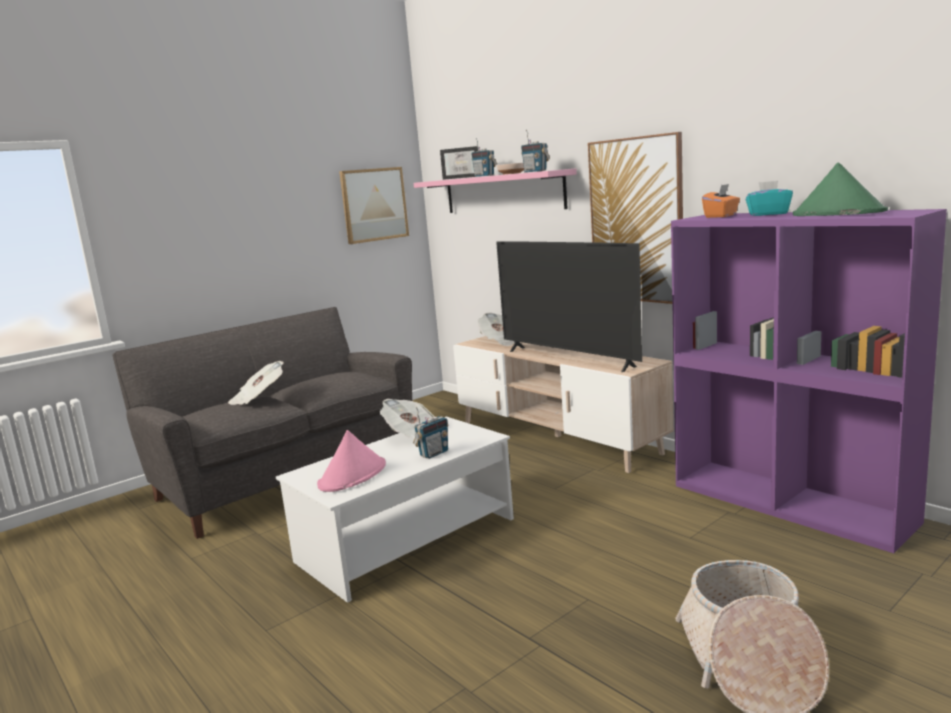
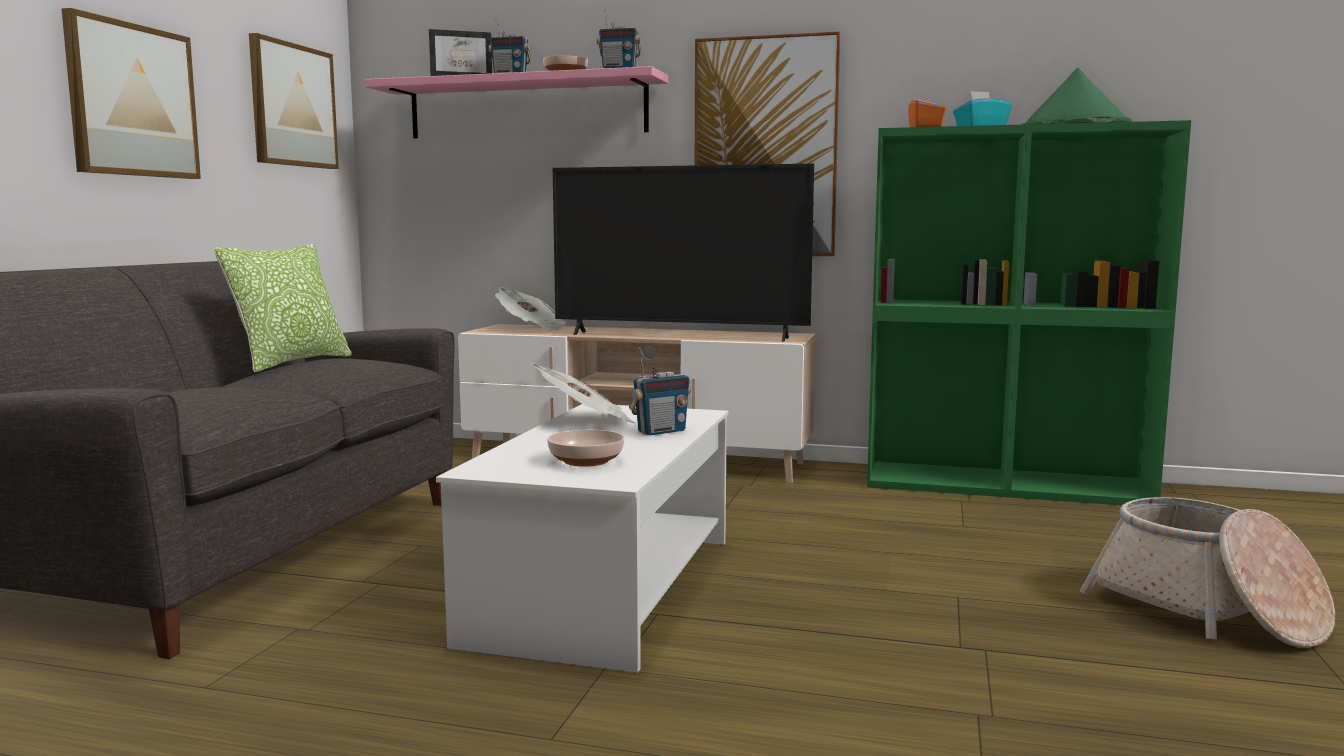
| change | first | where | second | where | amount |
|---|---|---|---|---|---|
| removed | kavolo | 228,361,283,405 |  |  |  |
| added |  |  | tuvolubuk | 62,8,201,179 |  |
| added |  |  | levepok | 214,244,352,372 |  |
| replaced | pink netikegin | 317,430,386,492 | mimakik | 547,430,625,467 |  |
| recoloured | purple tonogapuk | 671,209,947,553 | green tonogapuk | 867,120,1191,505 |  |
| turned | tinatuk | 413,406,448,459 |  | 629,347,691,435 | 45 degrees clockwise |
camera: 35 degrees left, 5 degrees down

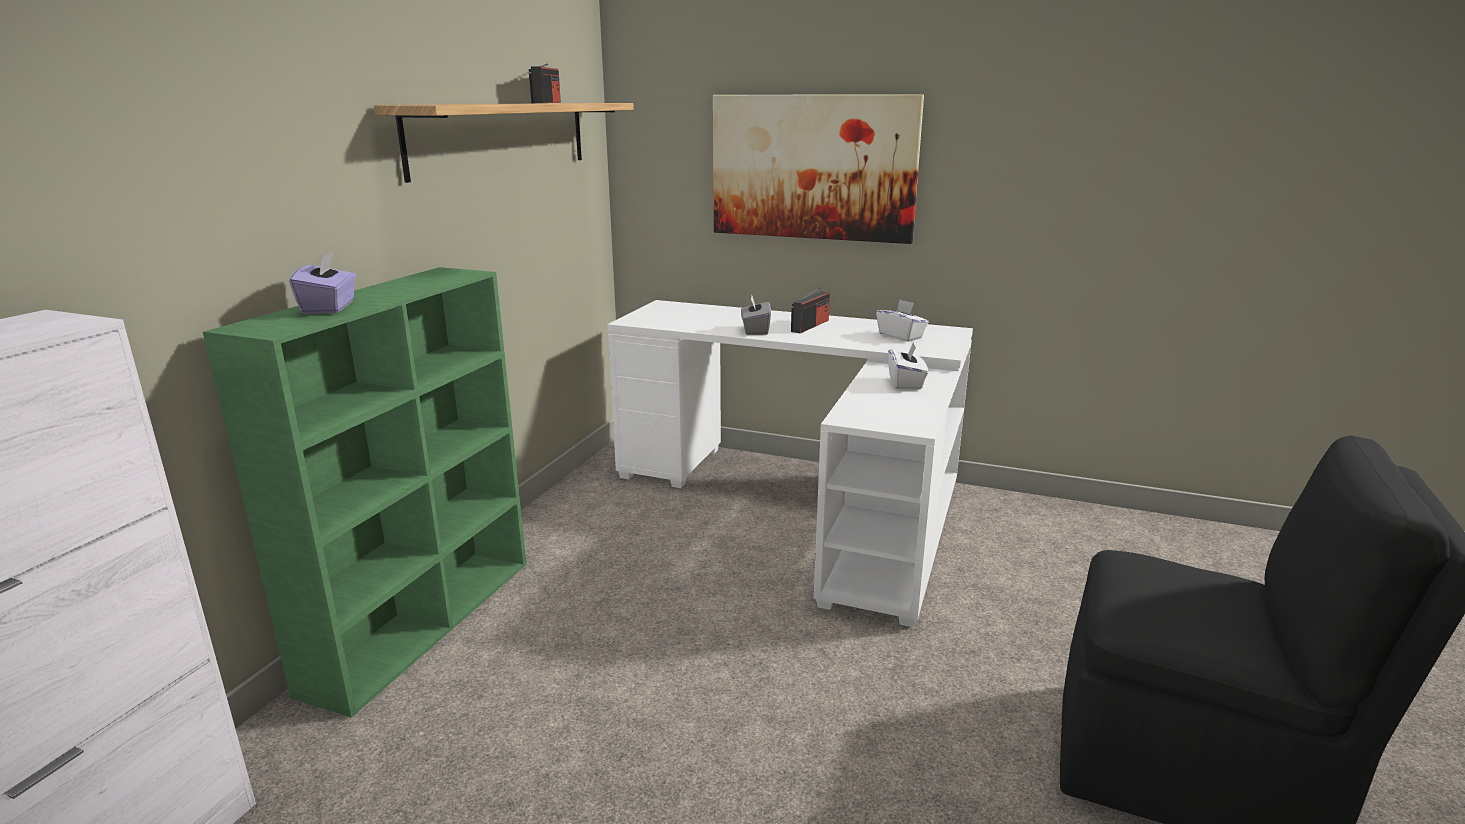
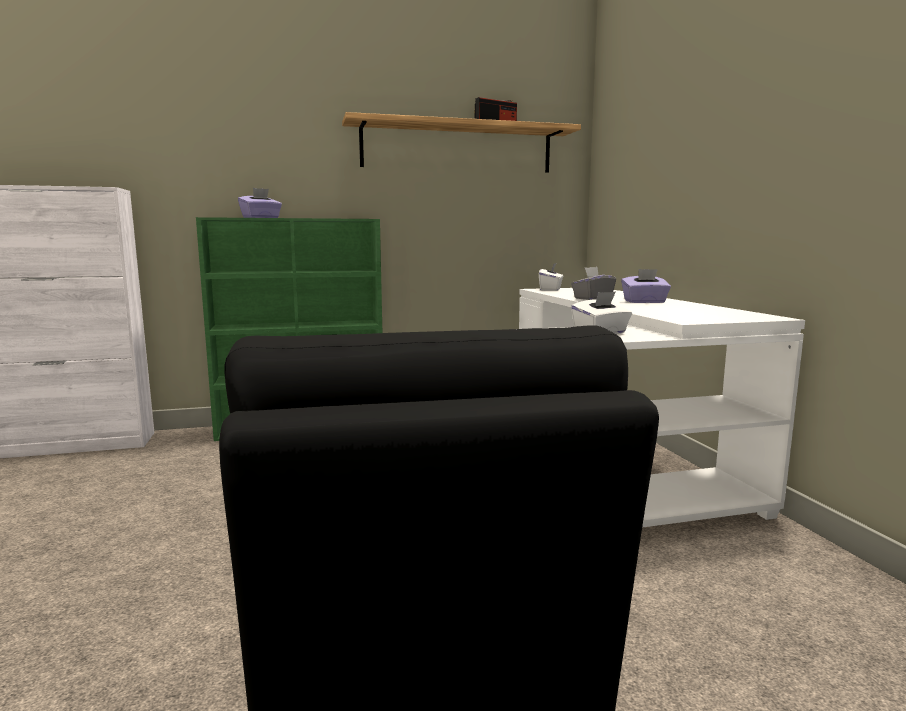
| change | first | where | second | where | amount |
|---|---|---|---|---|---|
| removed | tuvolubuk | 713,94,924,244 |  |  |  |
| moved | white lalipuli | 876,300,928,342 |  | 539,263,564,291 |  |
| replaced | tinatuk | 791,287,830,334 | purple lalipuli | 621,269,671,303 |  |
camera: 55 degrees right, 10 degrees down

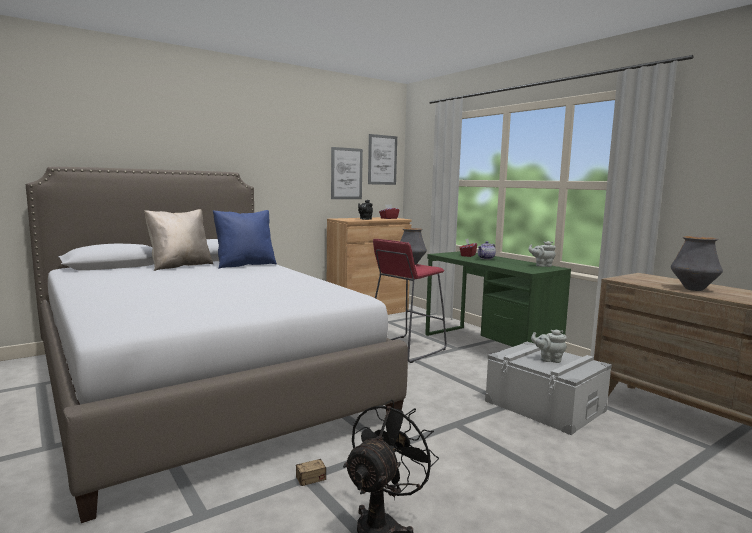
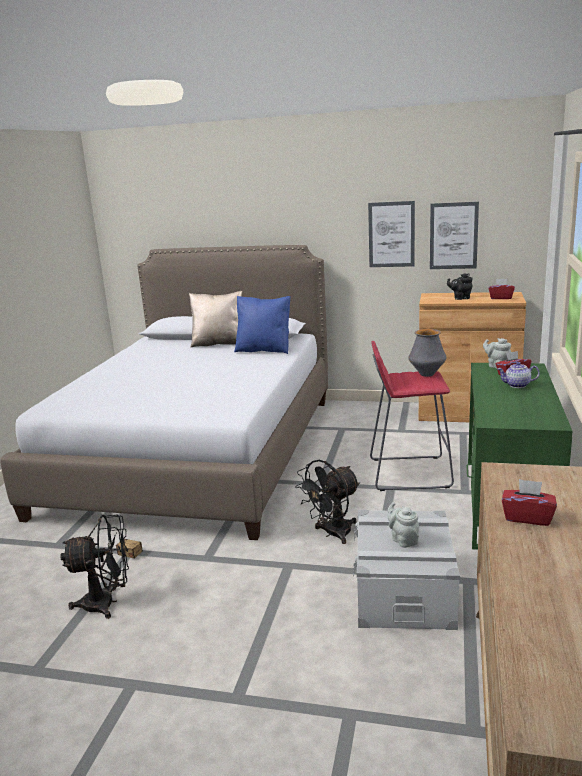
| change | first | where | second | where | amount |
|---|---|---|---|---|---|
| added |  |  | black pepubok | 295,460,360,544 |  |
| moved | tuvolubuk | 368,134,397,185 |  | 368,201,415,267 |  |
| moved | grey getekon | 528,241,556,267 |  | 483,338,511,368 |  |
| replaced | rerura | 671,236,723,291 | red lalipuli | 502,479,557,526 |  |
camera: 50 degrees right, 10 degrees up

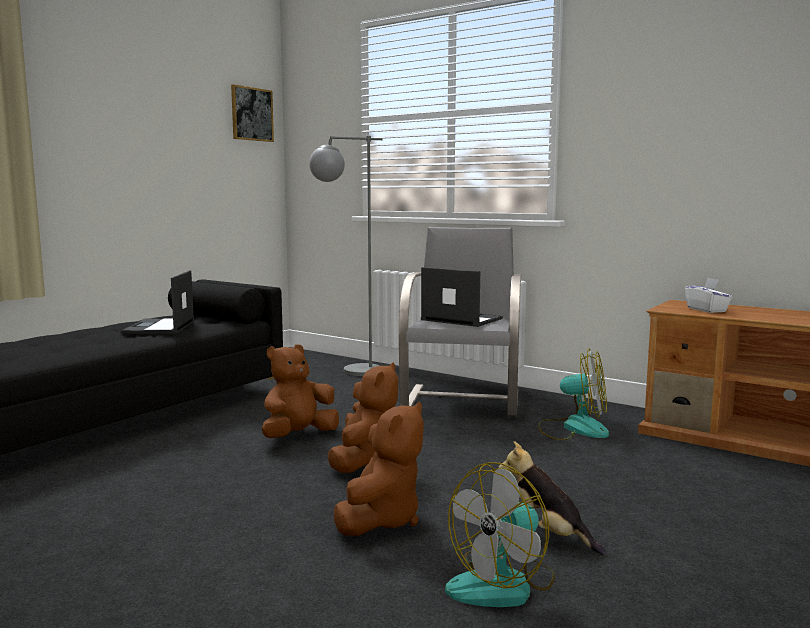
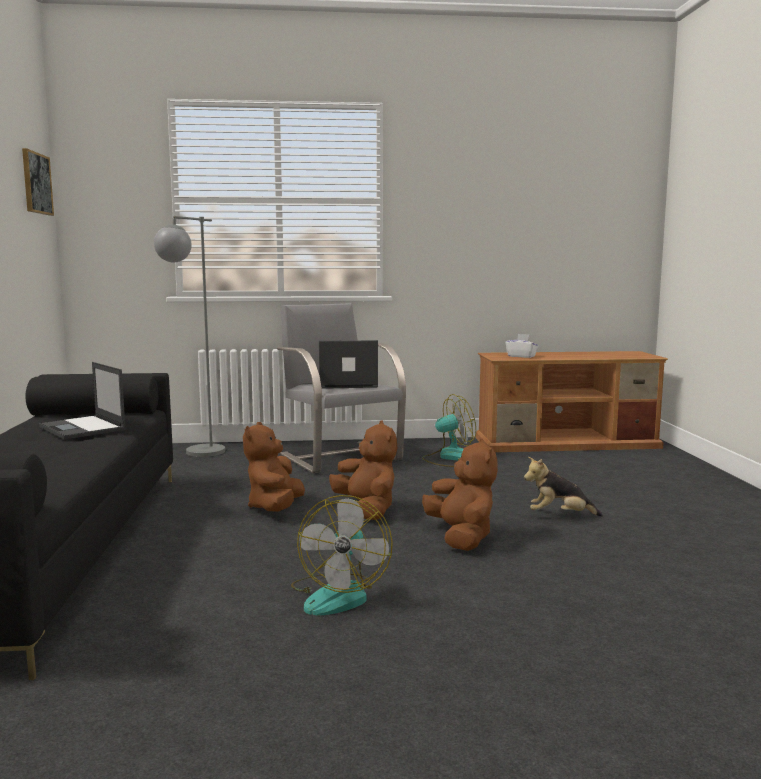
| change | first | where | second | where | amount |
|---|---|---|---|---|---|
| moved | pepubok | 445,462,555,607 |  | 291,495,393,615 |  |
camera: 40 degrees left, 0 degrees up

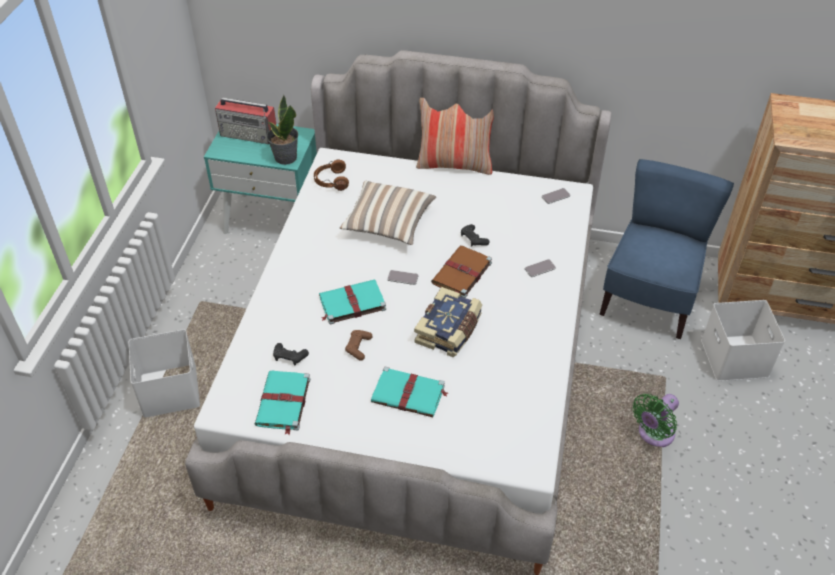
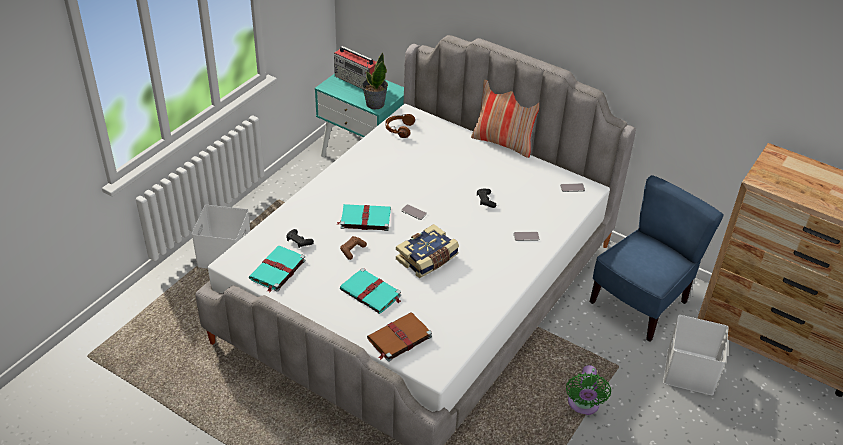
| change | first | where | second | where | amount |
|---|---|---|---|---|---|
| removed | levepok | 340,181,436,245 |  |  |  |
| moved | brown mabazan | 431,246,492,298 |  | 367,312,432,362 |  |
| turned | green pepubok | 632,394,679,447 |  | 566,365,611,415 | 60 degrees counterclockwise |
camera: 20 degrees right, 5 degrees down

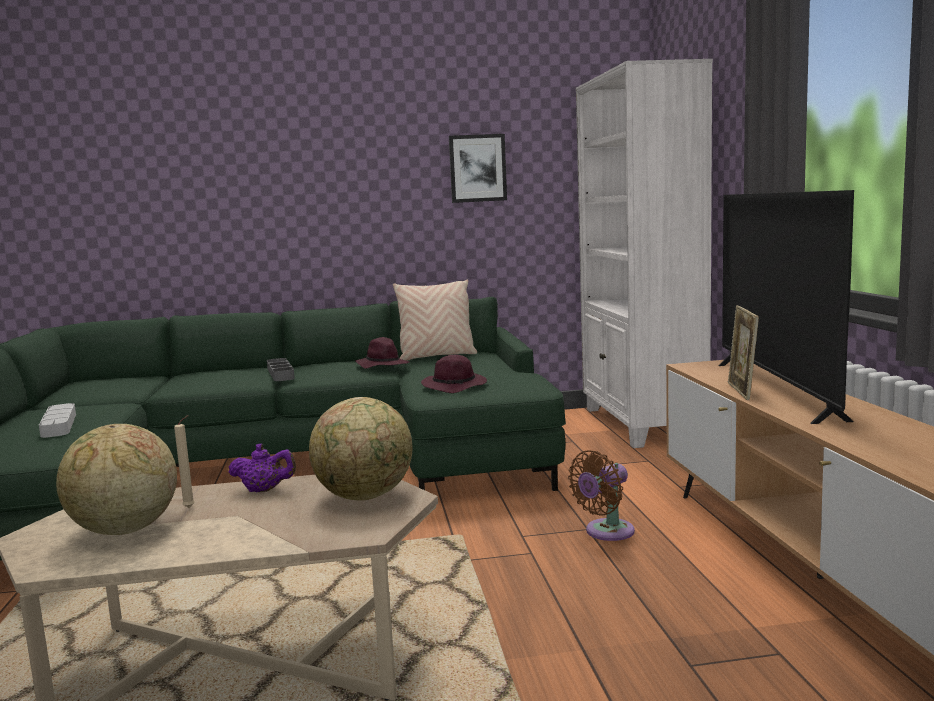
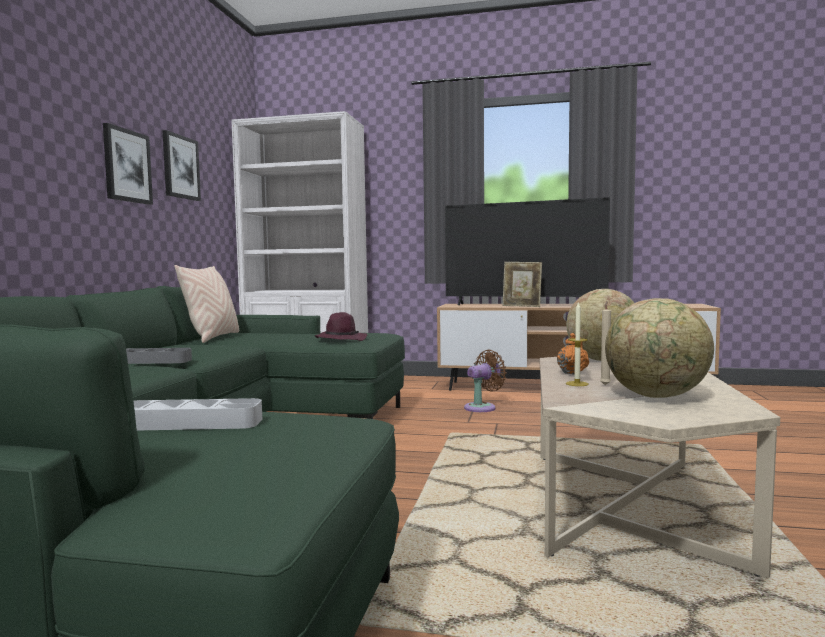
| change | first | where | second | where | amount |
|---|---|---|---|---|---|
| removed | purple netikegin | 355,337,410,369 |  |  |  |
| added |  |  | tuvolubuk | 103,123,153,205 |  |
| added |  |  | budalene | 566,303,589,386 |  |
| recoloured | purple getekon | 229,444,296,493 | orange getekon | 557,333,589,374 |  |
| turned | brown pepubok | 568,450,635,541 |  | 464,350,507,412 | 105 degrees counterclockwise |
camera: 70 degrees left, 5 degrees down

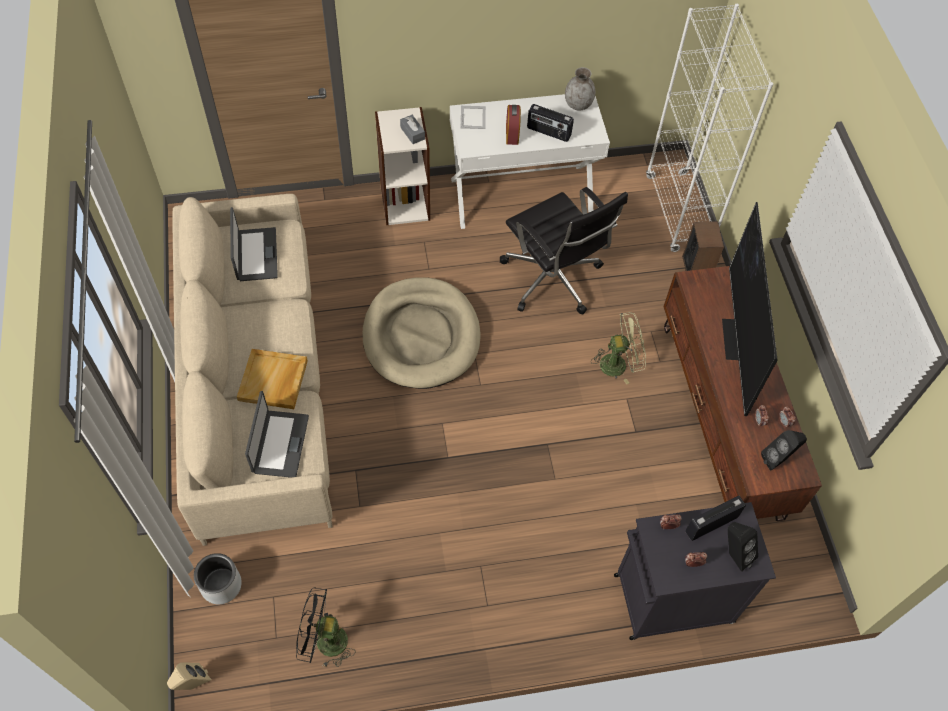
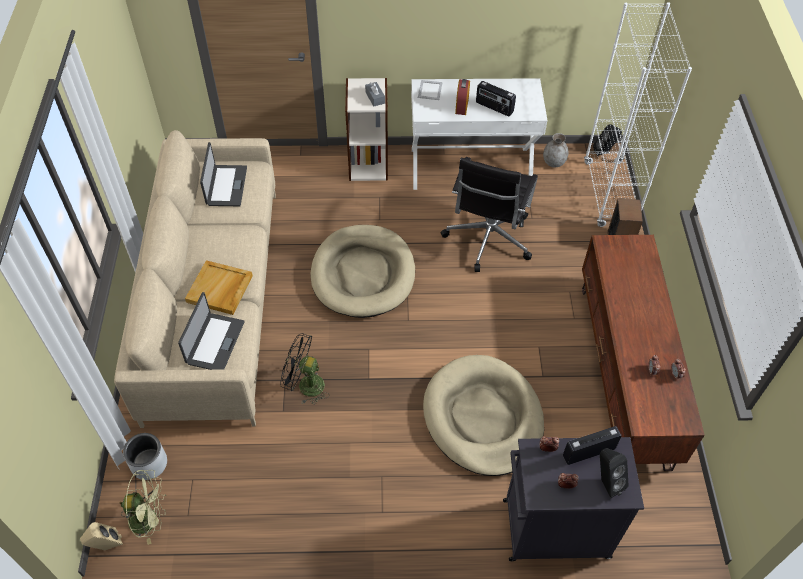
| change | first | where | second | where | amount |
|---|---|---|---|---|---|
| removed | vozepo | 722,202,778,416 |  |  |  |
| added |  |  | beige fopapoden | 423,355,544,476 |  |
| moved | black pepubok | 296,588,356,668 |  | 280,333,329,405 |  |
| moved | grey rerura | 565,67,596,110 |  | 543,133,568,167 |  |
| moved | green pepubok | 591,312,646,384 |  | 120,470,166,545 |  |
| moved | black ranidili | 761,430,807,470 |  | 593,124,622,156 |  |
| turned | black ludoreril | 500,187,628,314 |  | 441,157,538,272 | 45 degrees clockwise |
camera: 10 degrees right, 5 degrees down

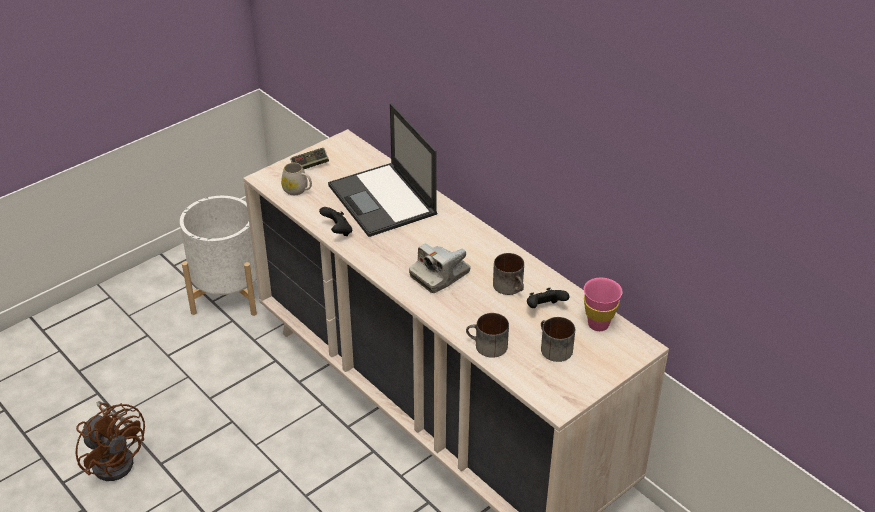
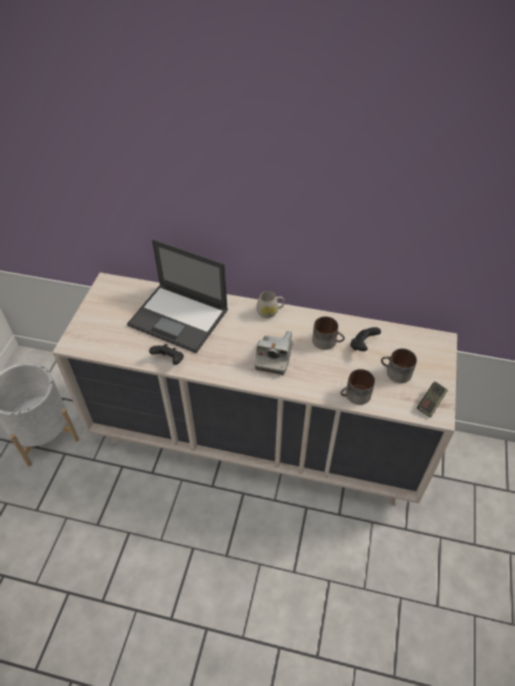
| change | first | where | second | where | amount |
|---|---|---|---|---|---|
| removed | brown pepubok | 76,401,145,481 |  |  |  |
| removed | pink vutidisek | 584,278,622,331 |  |  |  |
| moved | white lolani | 281,163,312,195 |  | 256,291,285,318 |  |
| moved | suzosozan | 290,148,329,169 |  | 417,381,448,417 |  |
camera: 35 degrees left, 10 degrees up

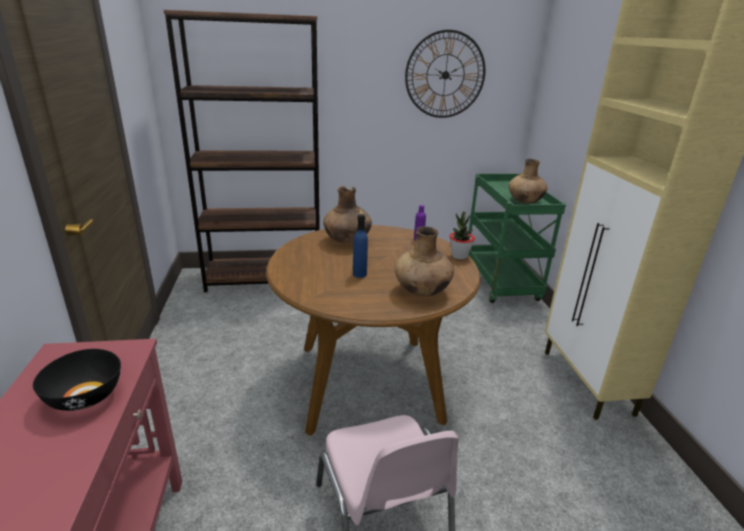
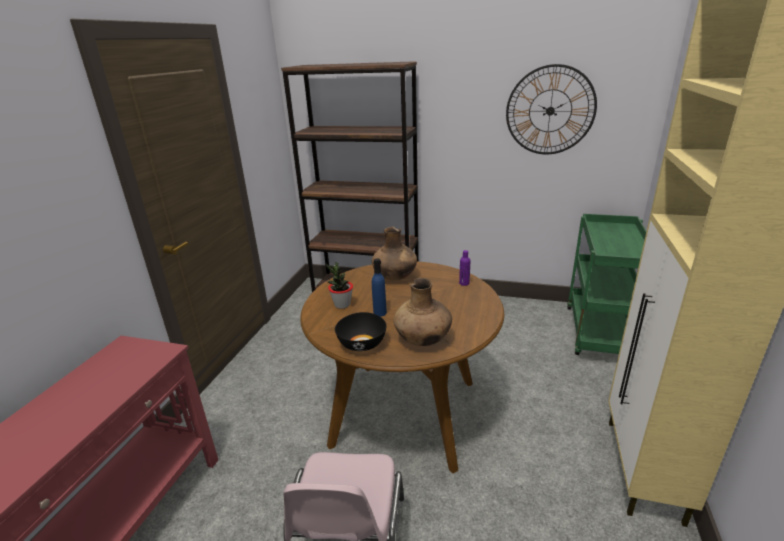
| change | first | where | second | where | amount |
|---|---|---|---|---|---|
| removed | brown rerura | 509,159,548,204 |  |  |  |
| moved | black mimakik | 33,349,121,411 |  | 335,312,387,351 |  |
| moved | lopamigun | 449,212,475,260 |  | 326,263,353,309 |  |
camera: 25 degrees right, 0 degrees up

